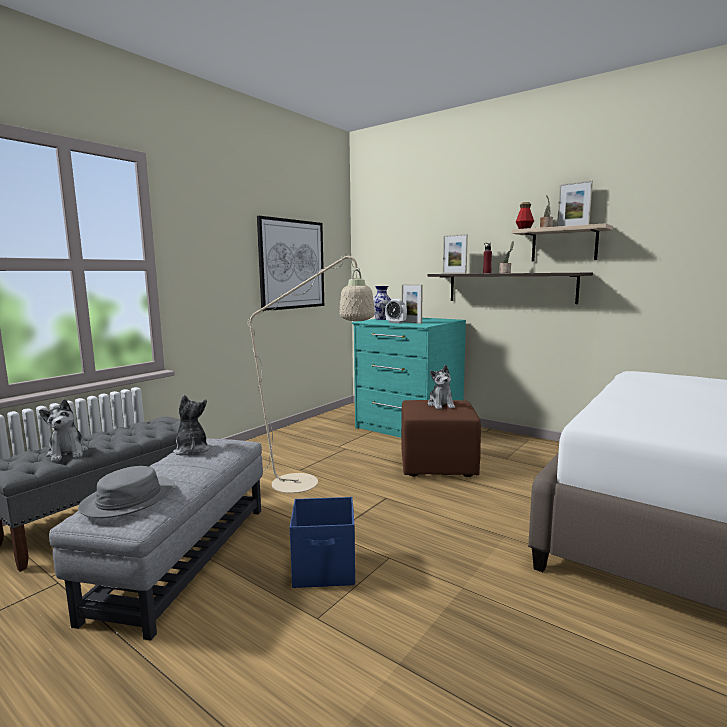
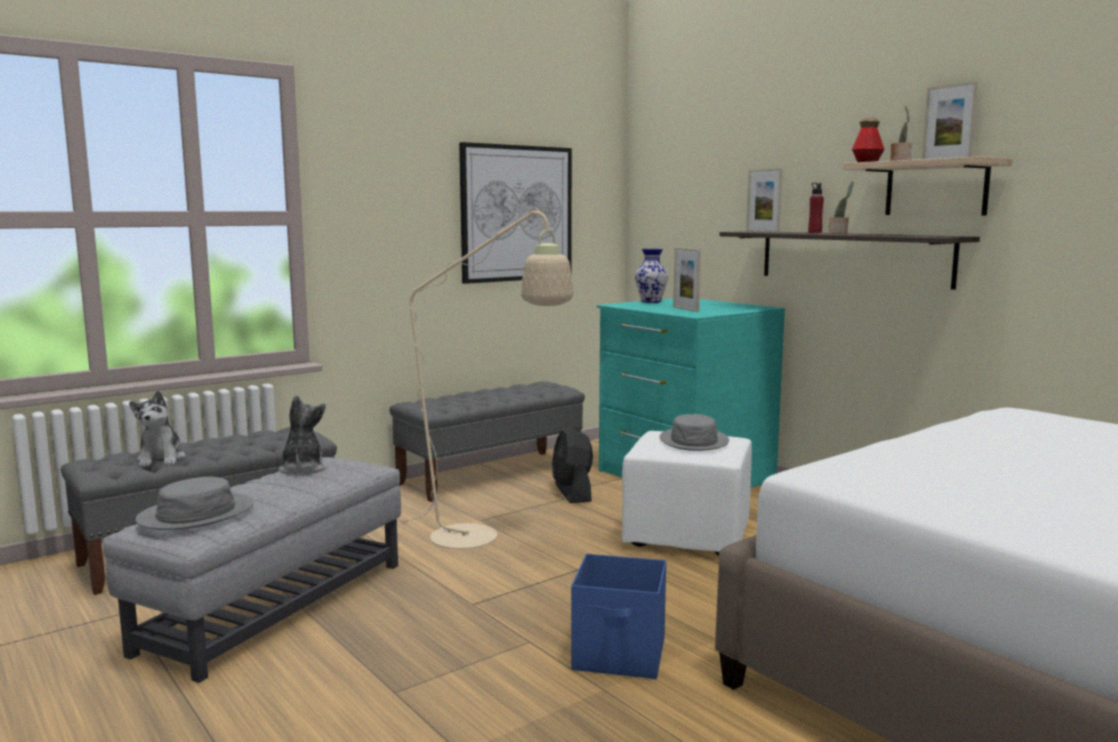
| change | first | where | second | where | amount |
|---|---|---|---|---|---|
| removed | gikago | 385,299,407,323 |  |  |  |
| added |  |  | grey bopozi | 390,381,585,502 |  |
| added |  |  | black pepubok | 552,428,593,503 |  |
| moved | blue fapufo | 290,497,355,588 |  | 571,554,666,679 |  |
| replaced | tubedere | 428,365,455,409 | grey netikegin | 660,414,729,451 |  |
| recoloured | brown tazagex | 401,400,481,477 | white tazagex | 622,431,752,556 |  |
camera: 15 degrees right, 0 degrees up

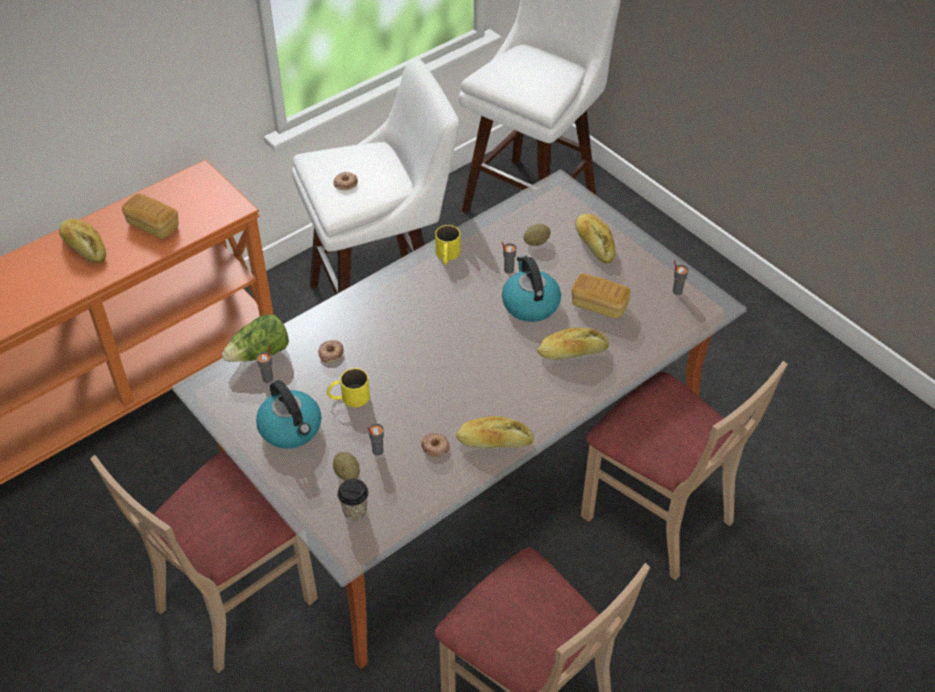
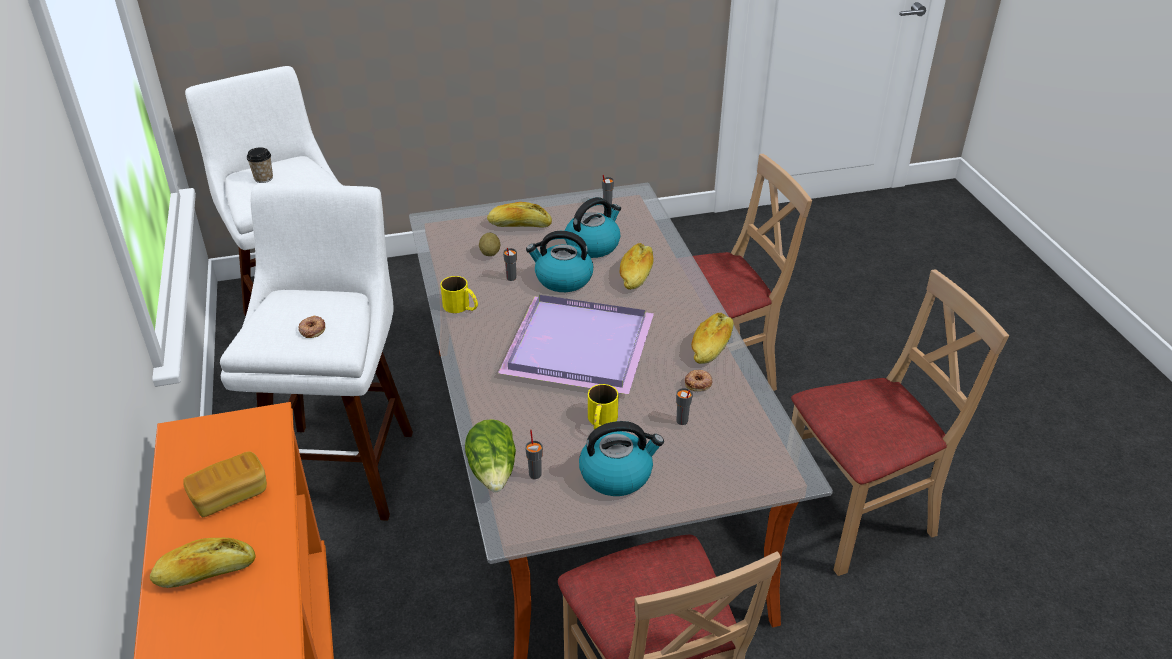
| change | first | where | second | where | amount |
|---|---|---|---|---|---|
| removed | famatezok | 318,340,344,363 |  |  |  |
| removed | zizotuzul | 333,452,360,481 |  |  |  |
| added |  |  | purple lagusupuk | 498,295,654,394 |  |
| moved | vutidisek | 337,479,368,521 |  | 247,147,273,183 |  |
| replaced | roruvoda | 572,273,631,319 | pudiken | 565,197,621,258 |  |
camera: 65 degrees left, 10 degrees down

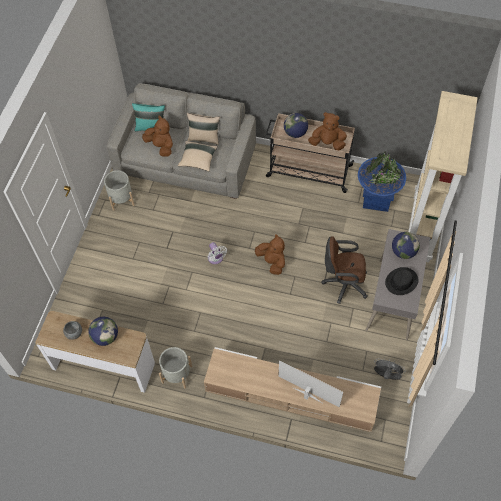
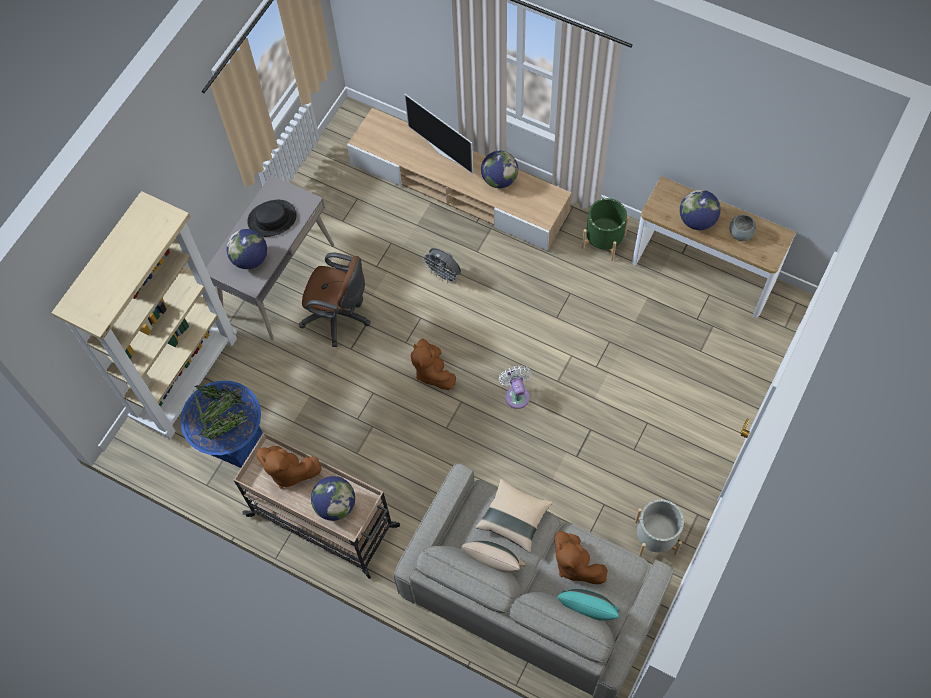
| change | first | where | second | where | amount |
|---|---|---|---|---|---|
| added |  |  | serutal | 481,151,518,188 |  |
| moved | grey pepubok | 374,358,406,380 |  | 421,248,461,284 |  |
| recoloured | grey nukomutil | 159,347,192,388 | green nukomutil | 582,198,629,261 |  |
camera: 165 degrees left, 5 degrees up

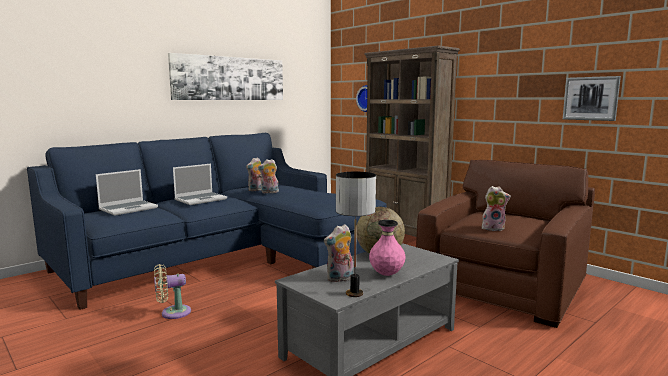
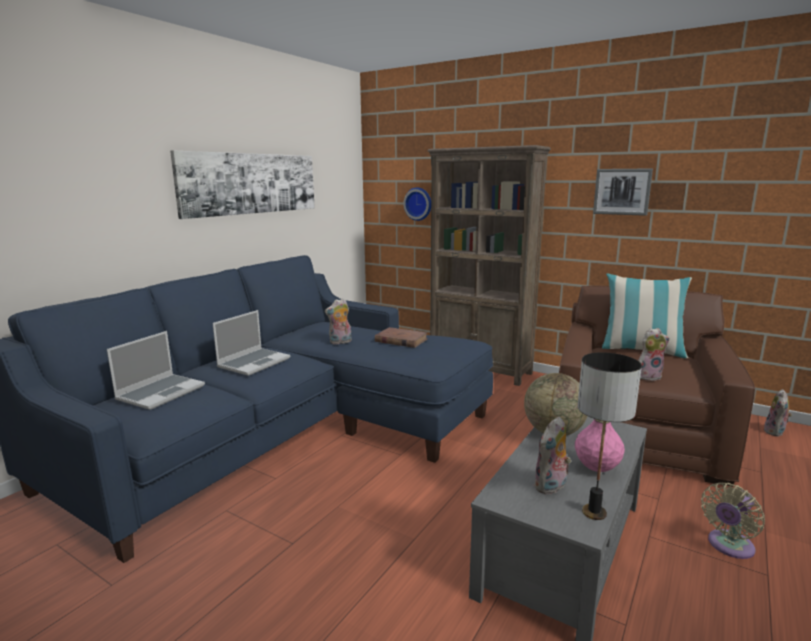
| change | first | where | second | where | amount |
|---|---|---|---|---|---|
| added |  |  | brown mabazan | 375,327,428,348 |  |
| added |  |  | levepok | 602,274,692,359 |  |
| moved | beige pepubok | 154,264,191,319 |  | 701,483,765,559 |  |
| moved | tubedere | 246,157,262,191 |  | 764,389,792,437 |  |
| moved | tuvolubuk | 563,76,621,121 |  | 593,168,653,216 |  |
camera: 15 degrees left, 5 degrees up

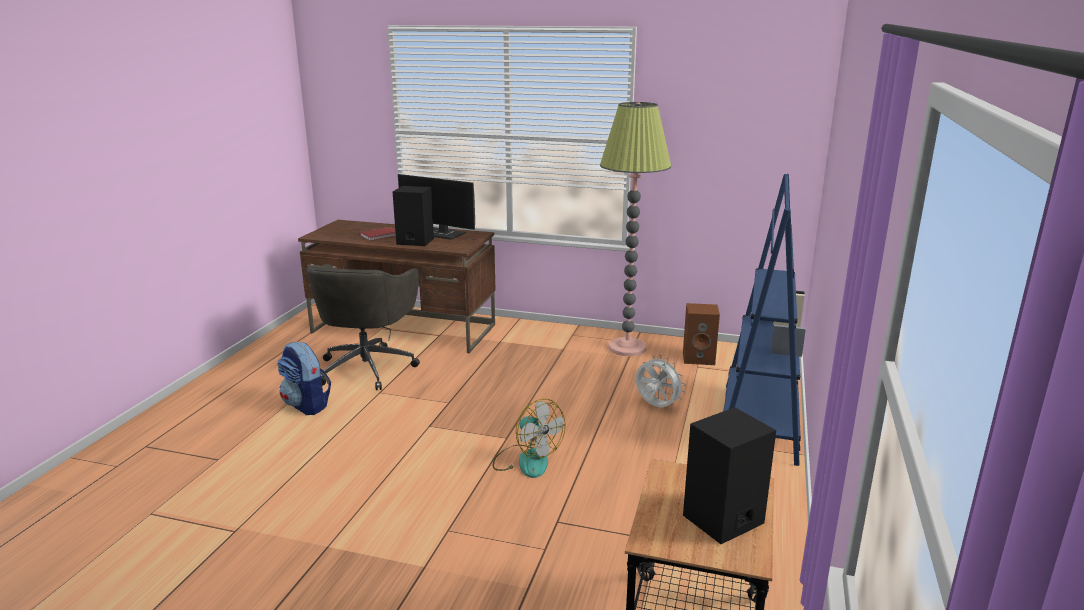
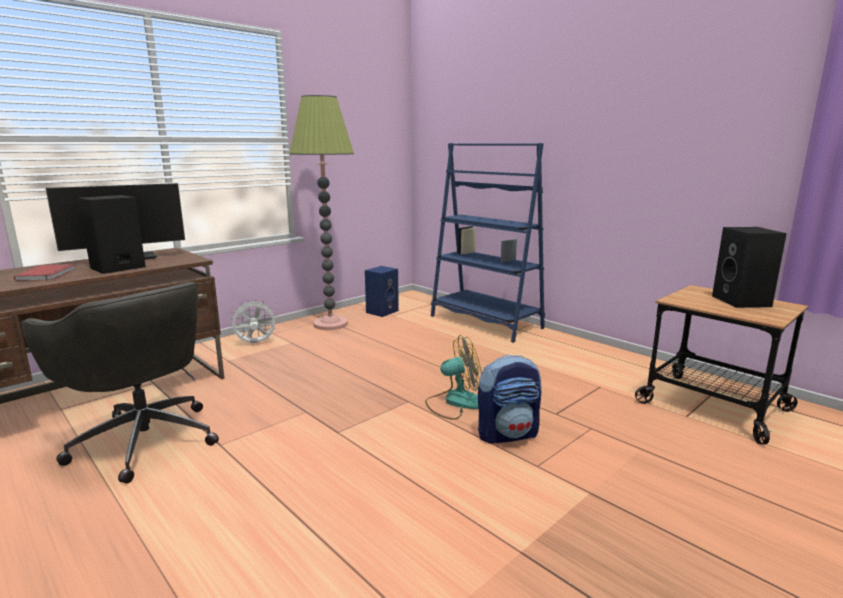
| change | first | where | second | where | amount |
|---|---|---|---|---|---|
| moved | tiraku | 277,342,331,415 |  | 478,355,542,444 |  |
| moved | white pepubok | 636,355,686,407 |  | 229,299,278,343 |  |
| recoloured | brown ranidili | 683,303,720,365 | blue ranidili | 365,266,399,317 |  |
camera: 60 degrees left, 5 degrees down

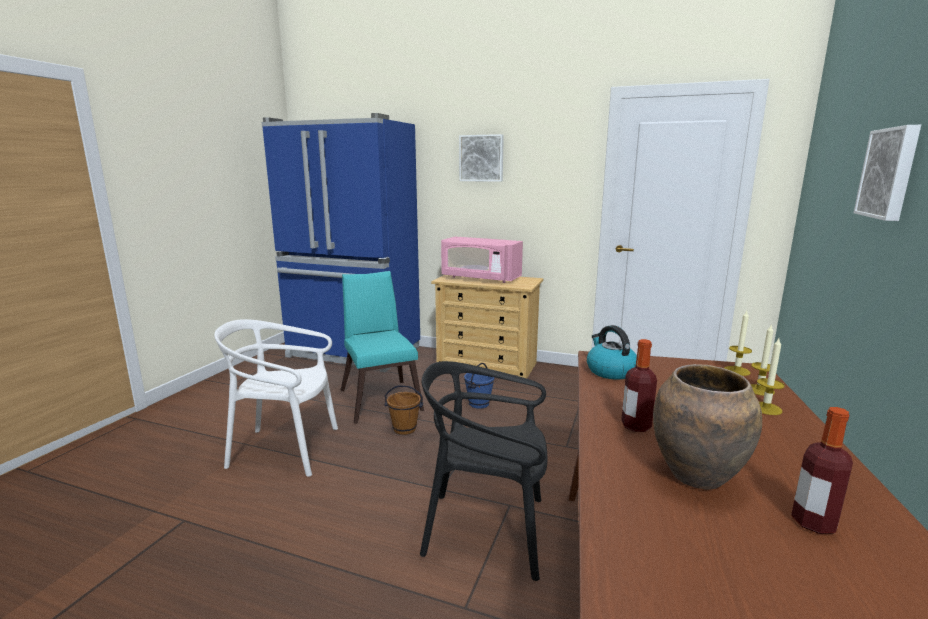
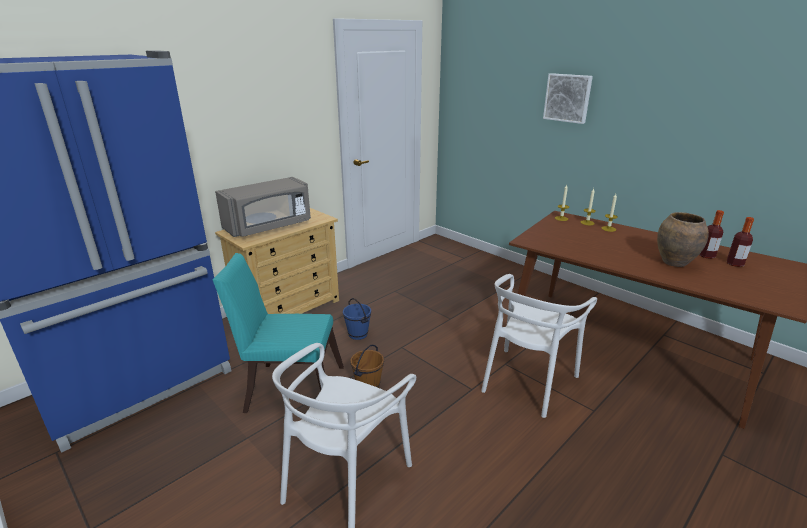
| change | first | where | second | where | amount |
|---|---|---|---|---|---|
| removed | tuvolubuk | 459,134,504,182 |  |  |  |
| removed | pudiken | 587,325,637,379 |  |  |  |
| moved | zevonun | 621,339,657,432 |  | 727,217,754,267 |  |
| recoloured | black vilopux | 420,361,547,581 | white vilopux | 481,274,597,418 |  |
| recoloured | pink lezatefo | 441,237,523,283 | grey lezatefo | 215,177,311,237 |  |
camera: 65 degrees left, 10 degrees up

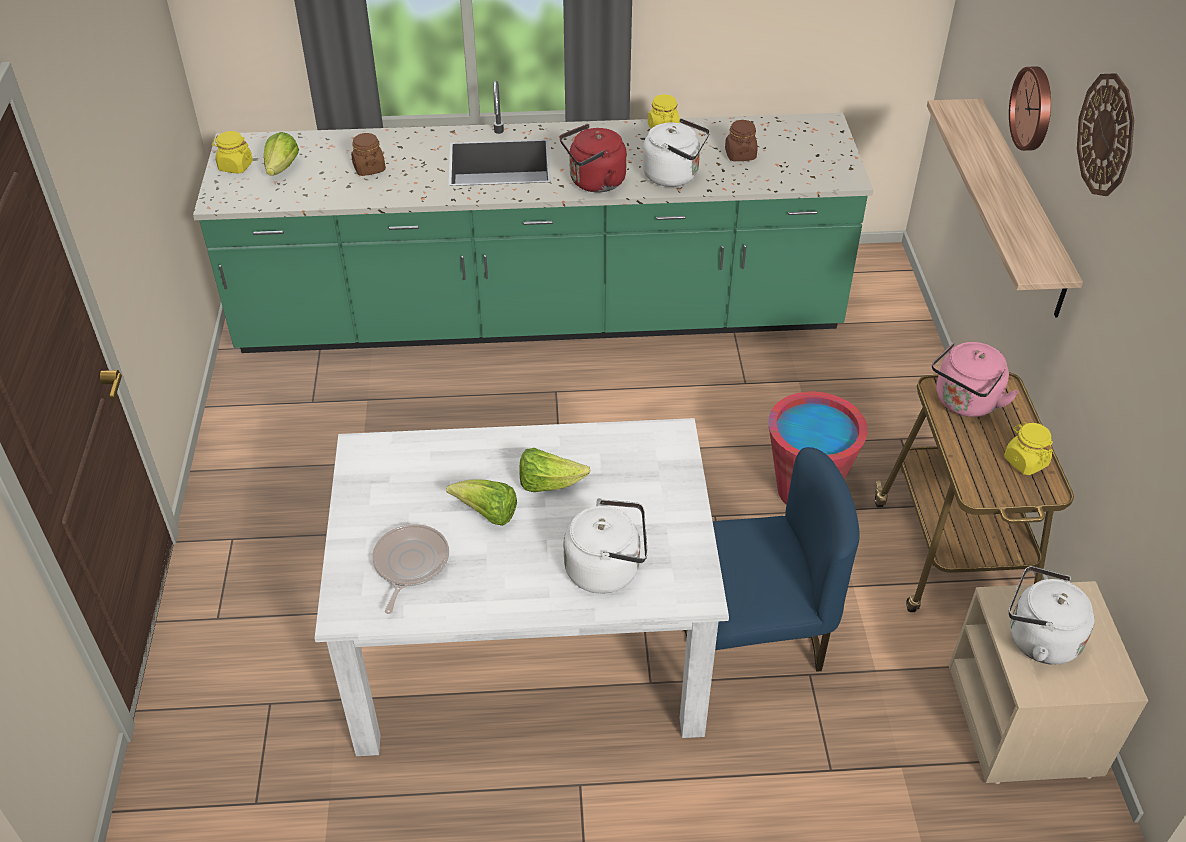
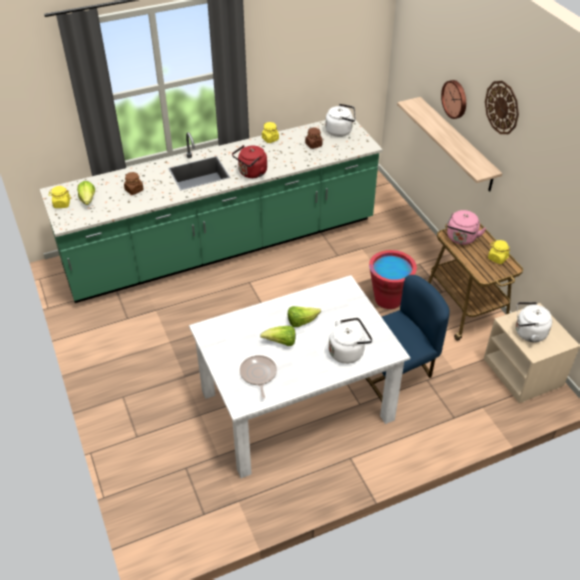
| change | first | where | second | where | amount |
|---|---|---|---|---|---|
| moved | white pudiken | 643,118,710,187 |  | 325,104,355,137 |  |
camera: 20 degrees left, 0 degrees up

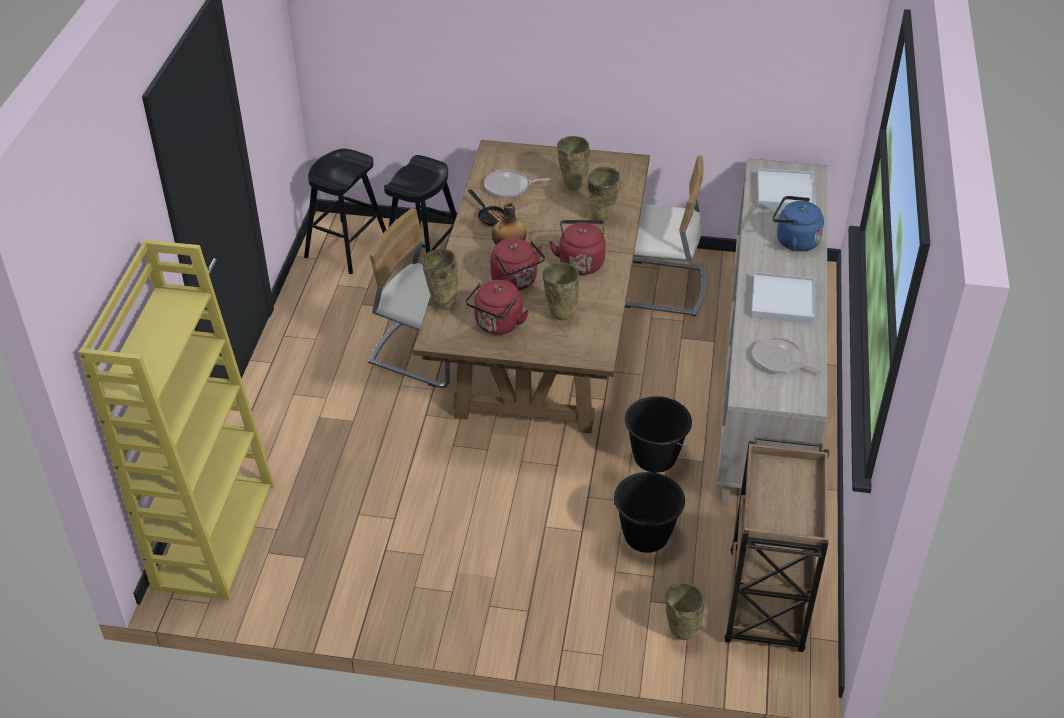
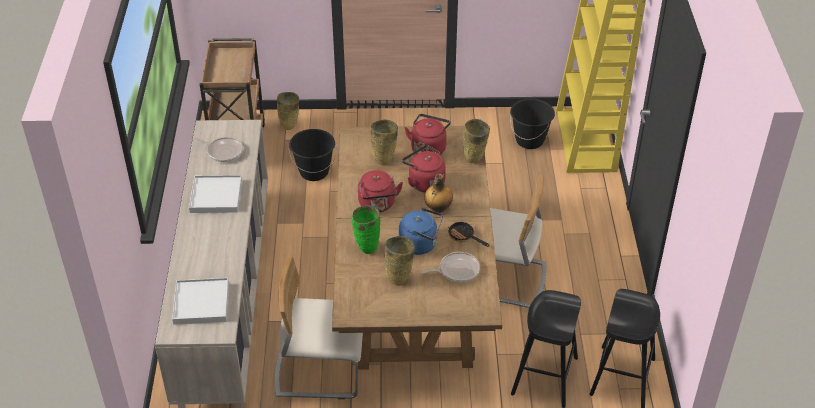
| change | first | where | second | where | amount |
|---|---|---|---|---|---|
| moved | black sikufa | 625,396,692,473 |  | 510,99,555,149 |  |
| moved | blue pudiken | 773,196,824,252 |  | 399,208,443,255 |  |
| recoloured | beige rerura | 587,167,621,222 | green rerura | 352,206,380,254 |  |
camera: 170 degrees right, 0 degrees up

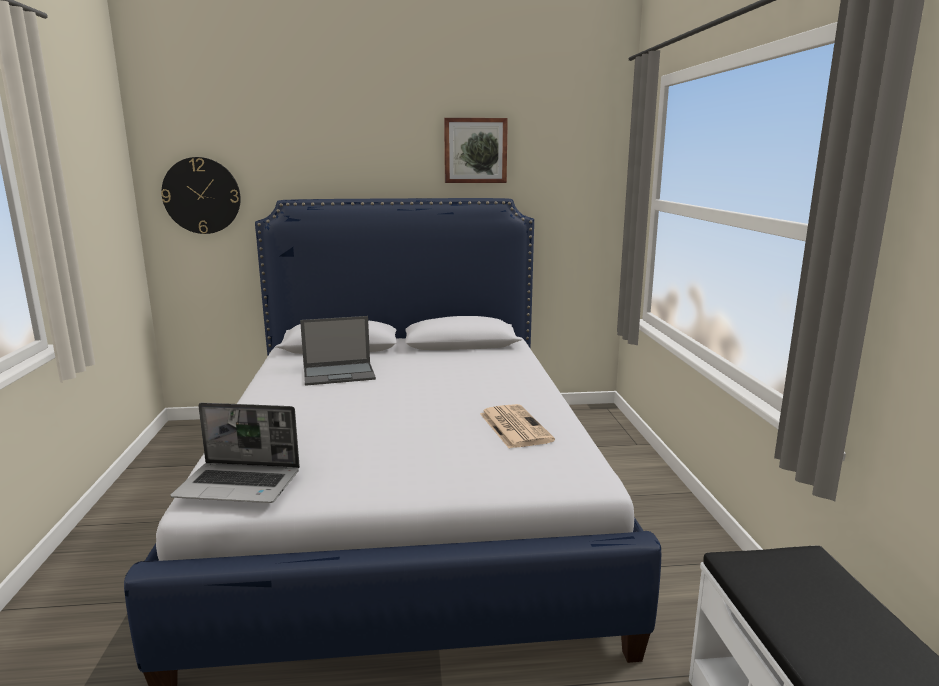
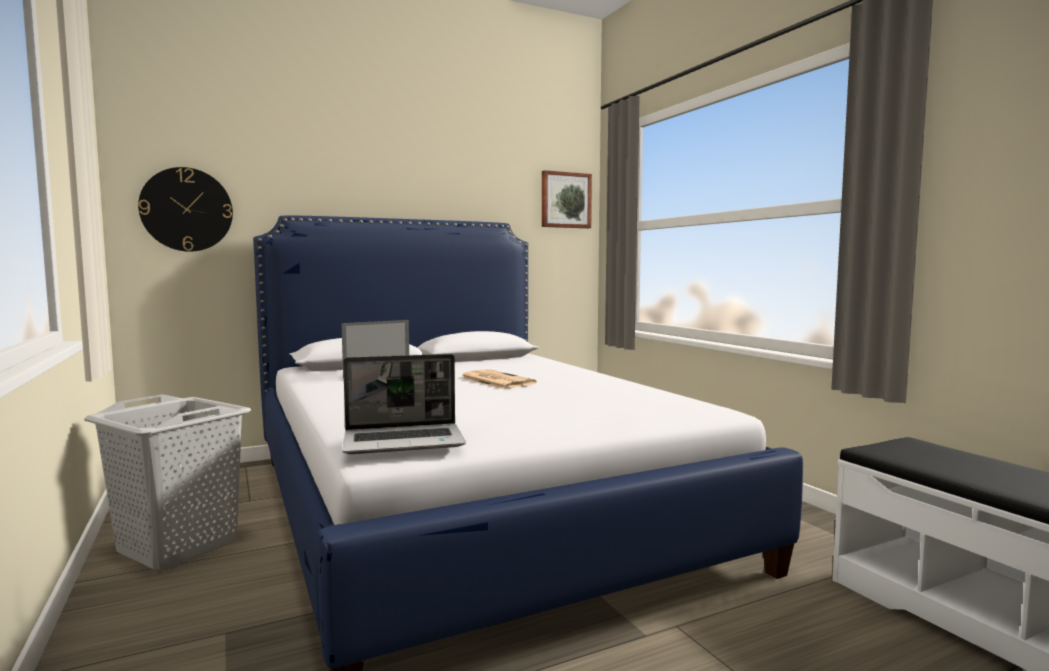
| change | first | where | second | where | amount |
|---|---|---|---|---|---|
| added |  |  | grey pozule | 84,394,251,571 |  |
| moved | tuvolubuk | 444,118,508,183 |  | 542,170,592,228 |  |
| moved | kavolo | 480,404,555,448 |  | 460,369,537,389 |  |
camera: 20 degrees left, 10 degrees down

